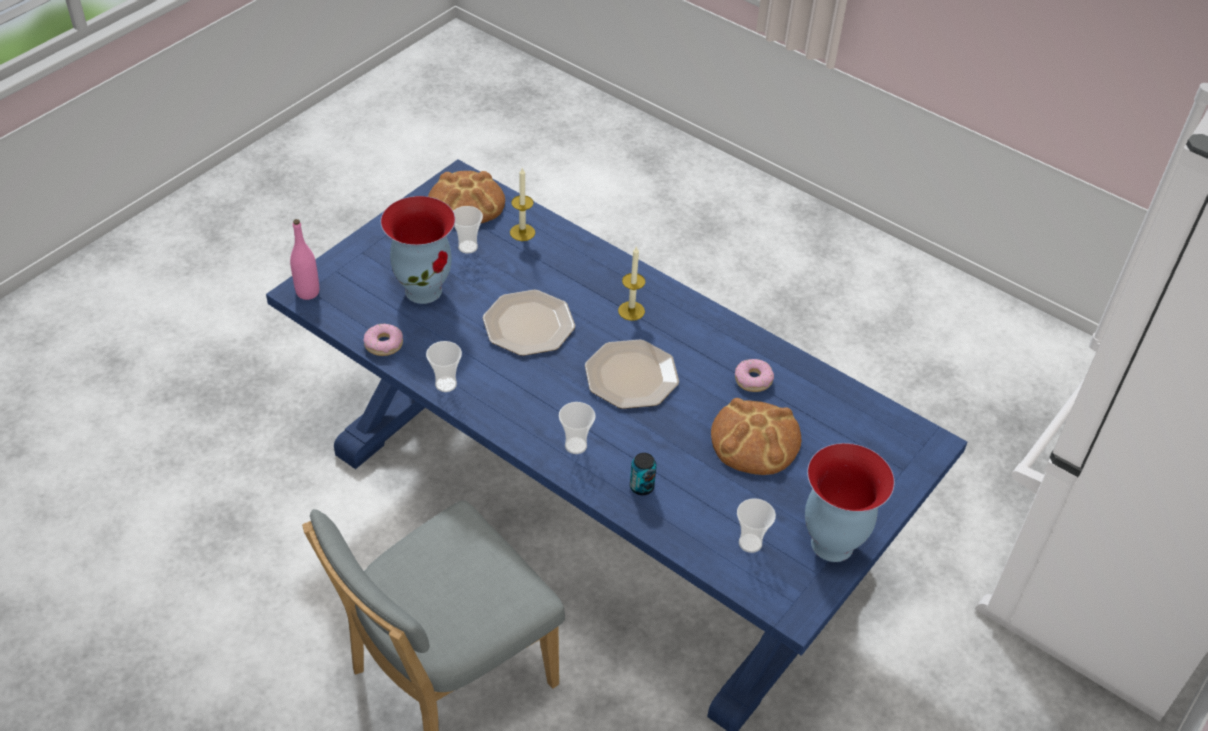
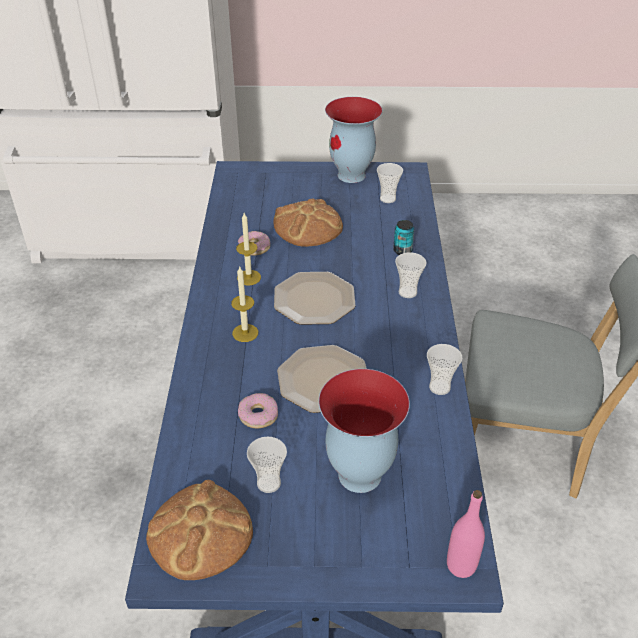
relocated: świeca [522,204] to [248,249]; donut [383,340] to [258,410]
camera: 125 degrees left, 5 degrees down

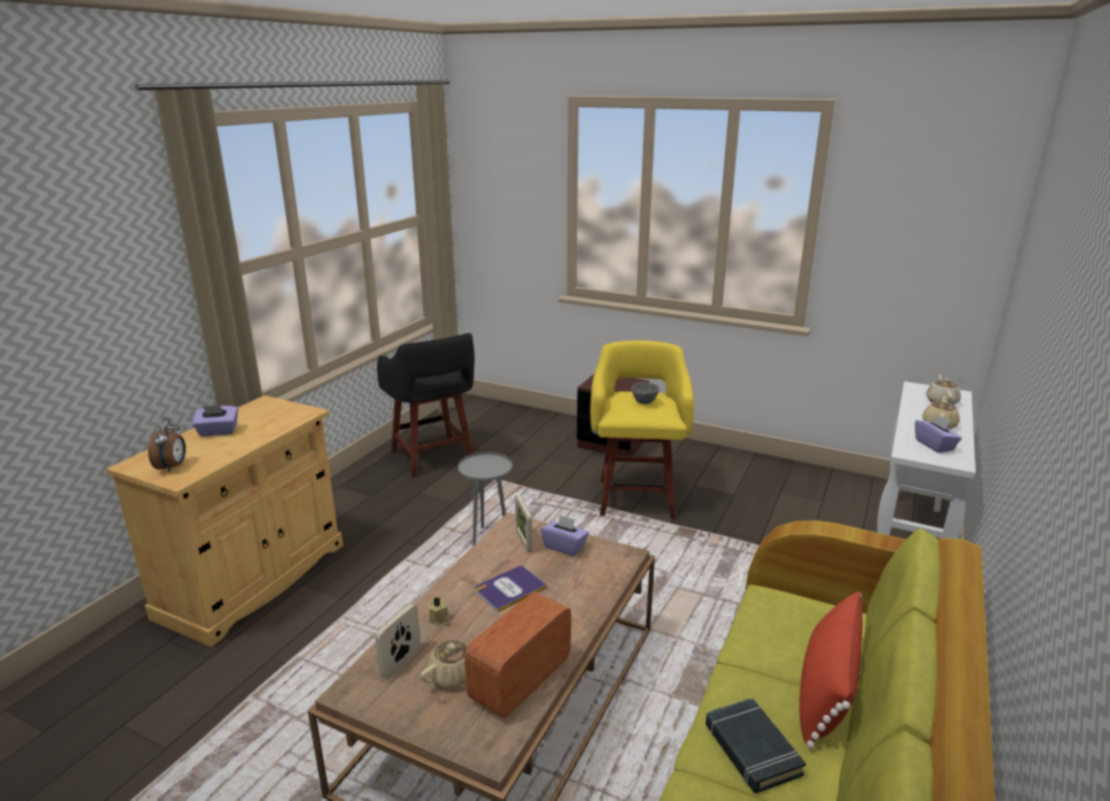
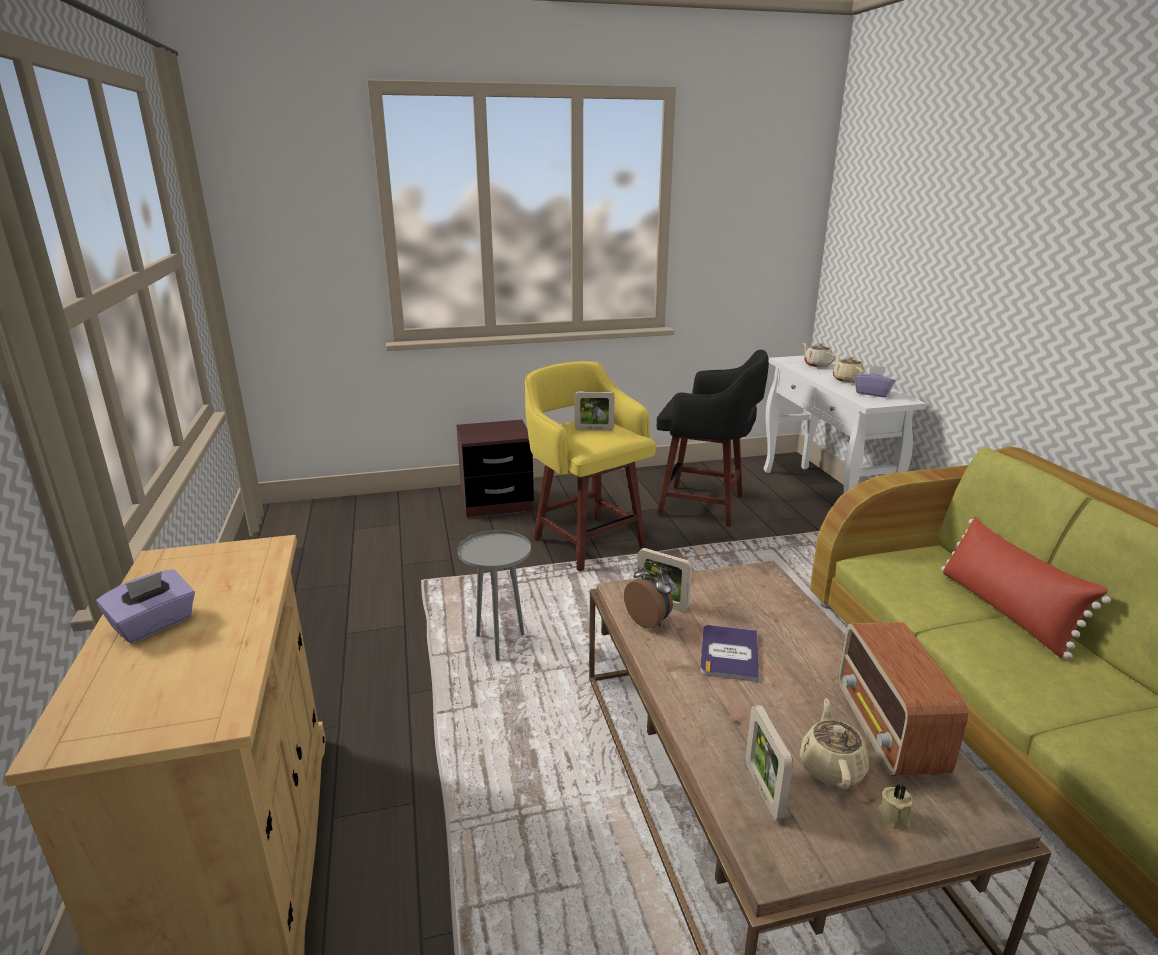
missing: pudełko chusteczek [fioletowy] [565,535]; książka [czarny] [755,746]
relocated: budzik [167,445] to [648,595]; stołek [czarny] [425,405] to [713,438]; świeca [beżowy] [439,611] to [895,806]
exchanged: miska [szary] [645,393] to ramka na zdjęcie [595,411]
camera: 40 degrees left, 0 degrees up

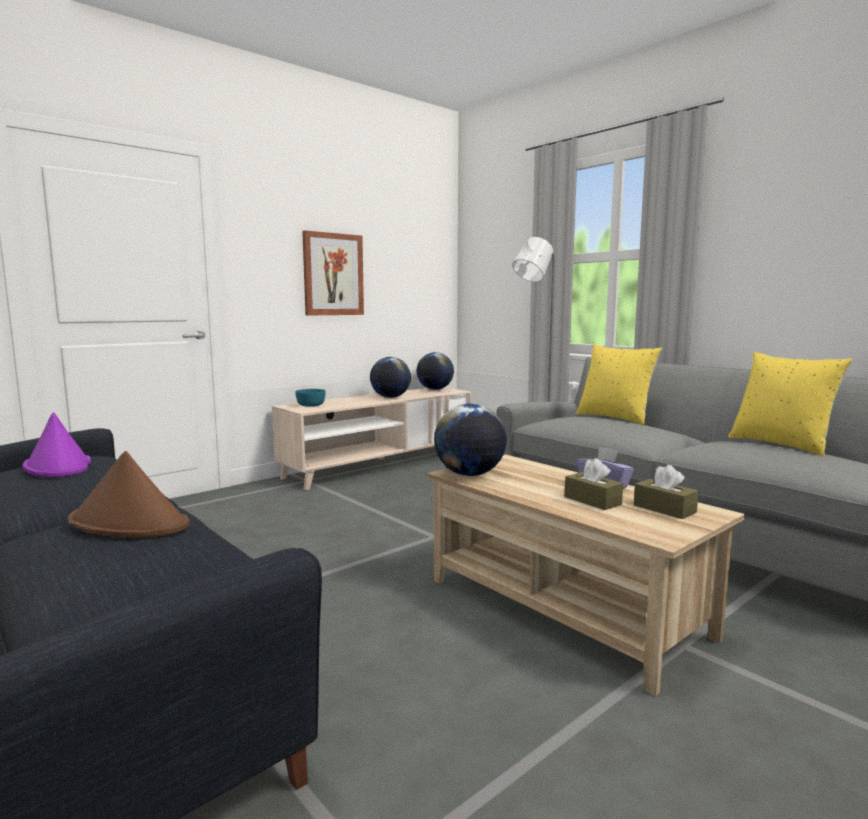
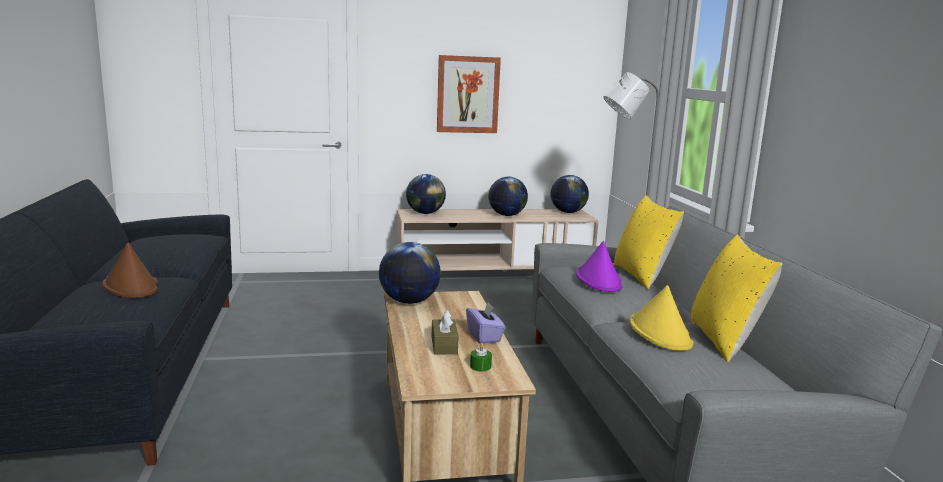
appeared: kapelusz [żółty] [662,318]
relocated: kapelusz [fioletowy] [57,444] to [599,266]
exchanged: miska [turkusowy] [310,398] to globus [426,194]; pudełko chusteczek [brązowy] [666,492] to świeca [zielony] [481,357]
camera: 30 degrees right, 5 degrees up

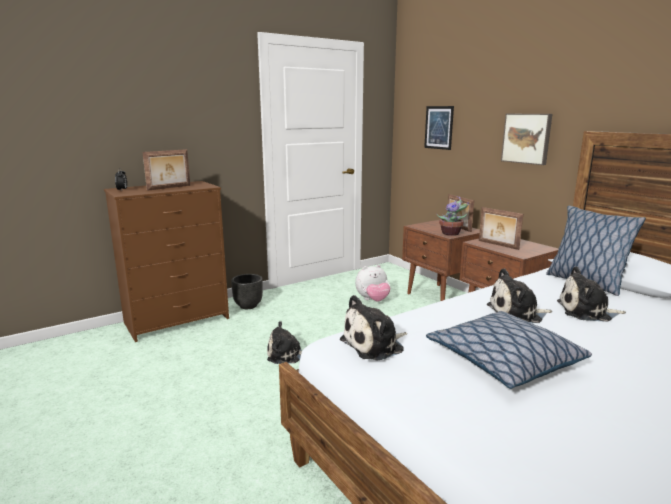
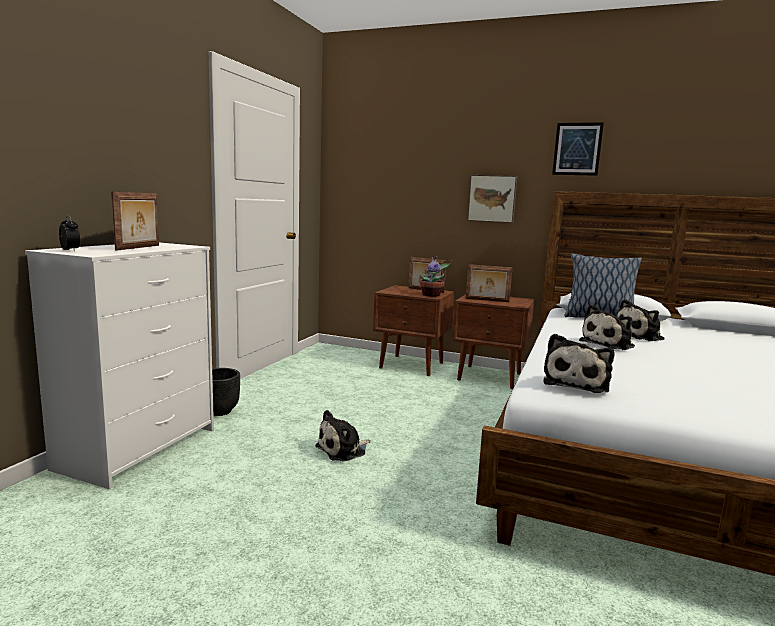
missing: pluszak [372,283]; poduszka [509,350]
relocated: obraz [439,128] to [578,149]
colour: komoda [brązowy] [166,261] to komoda [biały] [119,366]
camera: 35 degrees left, 5 degrees down

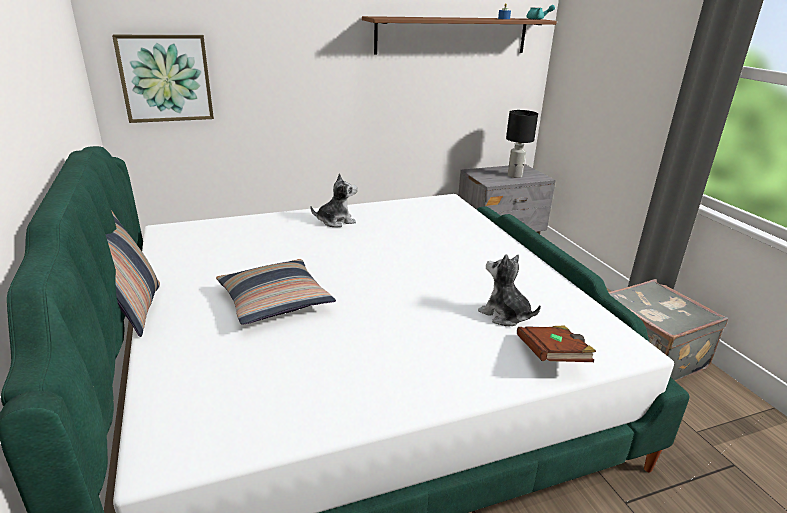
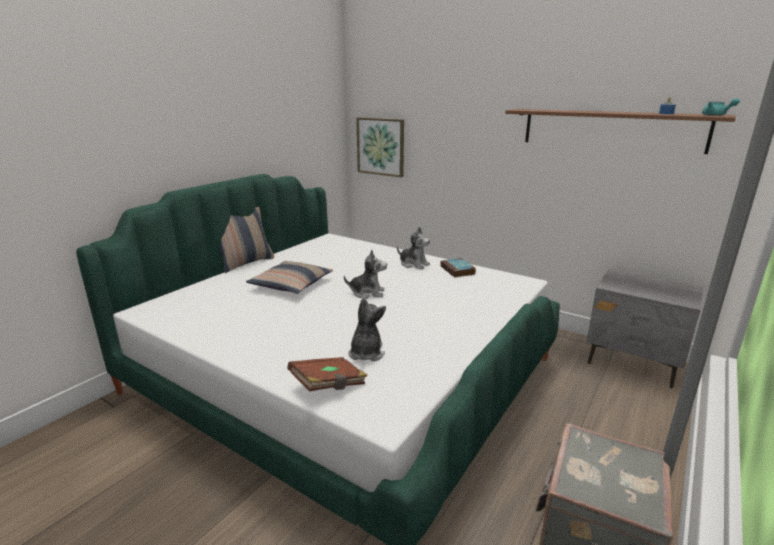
missing: lampa stołowa [czarny] [522,144]
appeared: pluszak [365,274]; książka [458,267]
camera: 55 degrees right, 5 degrees down

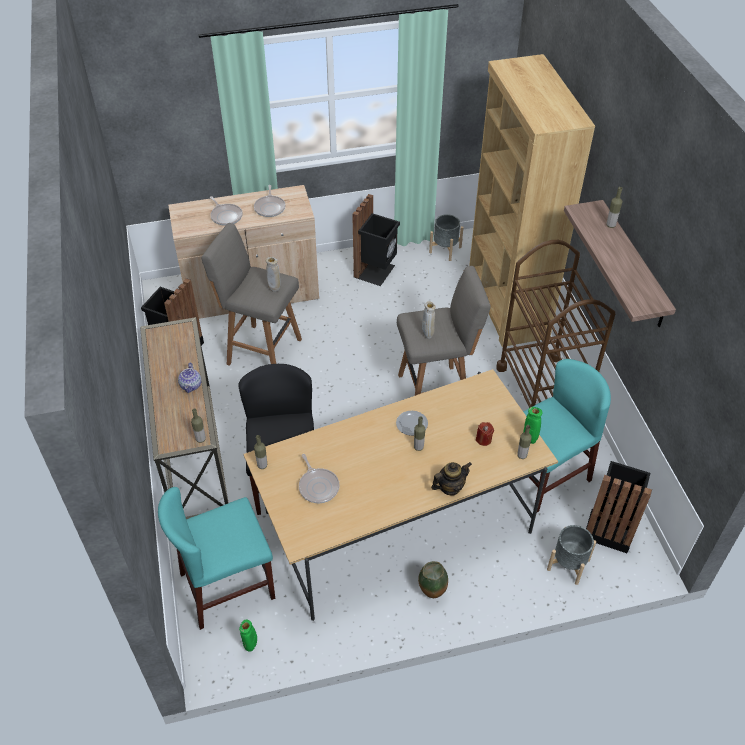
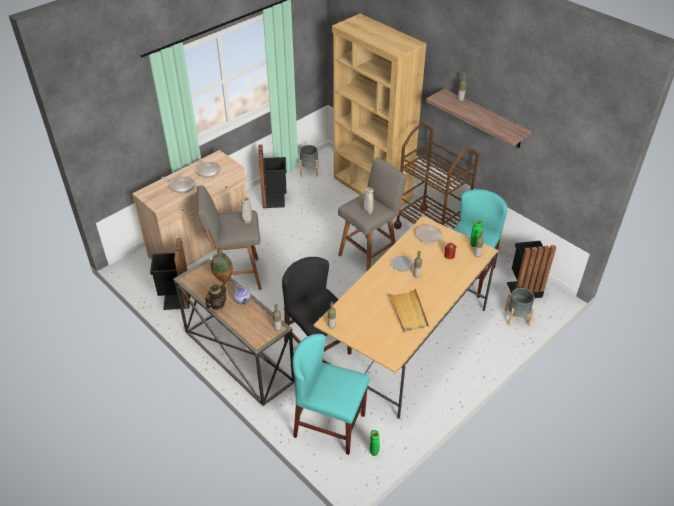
appeared: taca [beżowy] [409,310]
relocated: imbryk [451,479] to [215,296]; wazon [433,579] to [222,268]; patelnia [319,478] to [424,233]
spun: krzesło [turkusowy] [216,558] = [331,394] 75 degrees clockwise
camera: 30 degrees left, 5 degrees down

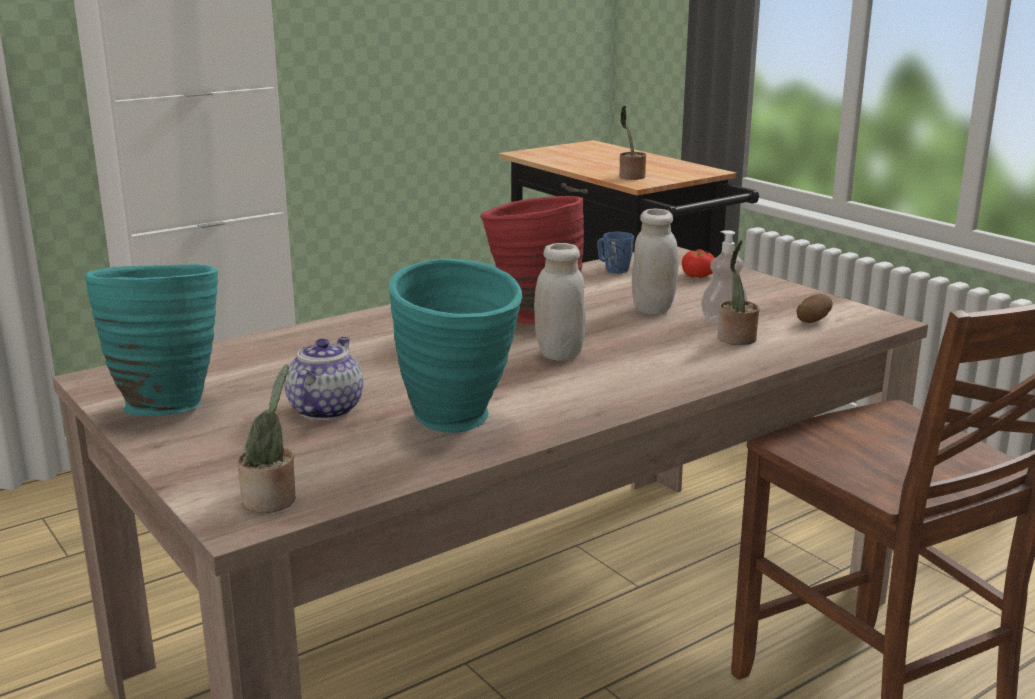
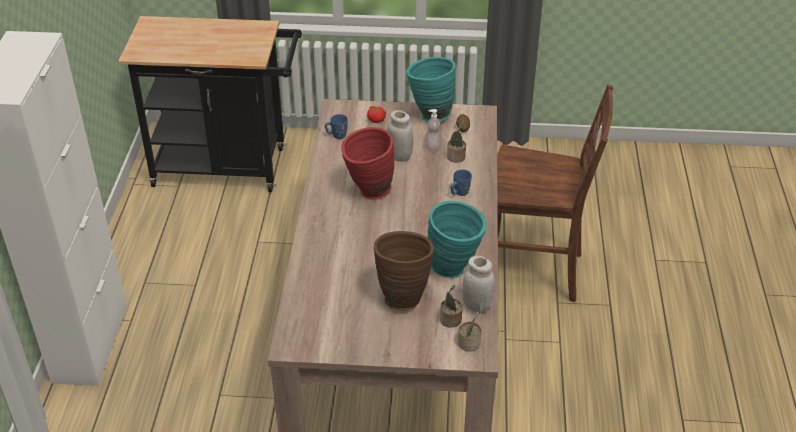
appeared: kubek [niebieski] [461,183]
relocated: wazon [turkusowy] [151,340] to [431,89]; roślina doniczkowa [632,142] to [451,306]; słoik [biały] [560,302] to [478,284]
exchanged: imbryk [324,378] to wazon [brązowy] [404,271]
camera: 50 degrees left, 20 degrees up

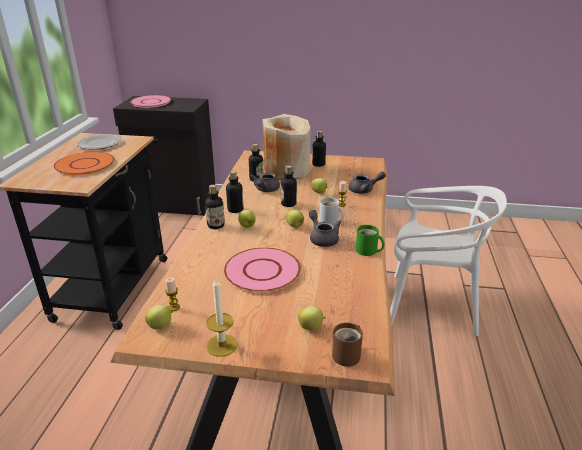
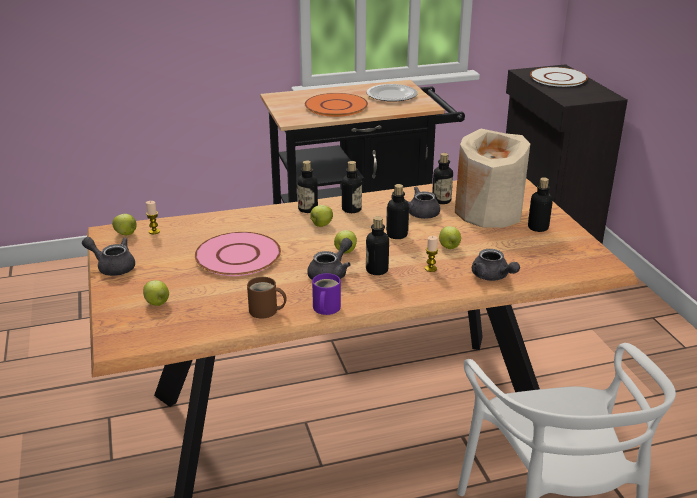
relocated: kubek [brązowy] [347,344] to [267,298]
exchanged: świeca [222,317] to imbryk [szary] [108,256]; kubek [biały] [331,211] to butelka [377,245]
colour: kubek [zielony] [370,240] to kubek [fioletowy] [326,294]; talerz [różowy] [150,101] to talerz [biały] [559,77]
camera: 65 degrees right, 0 degrees up

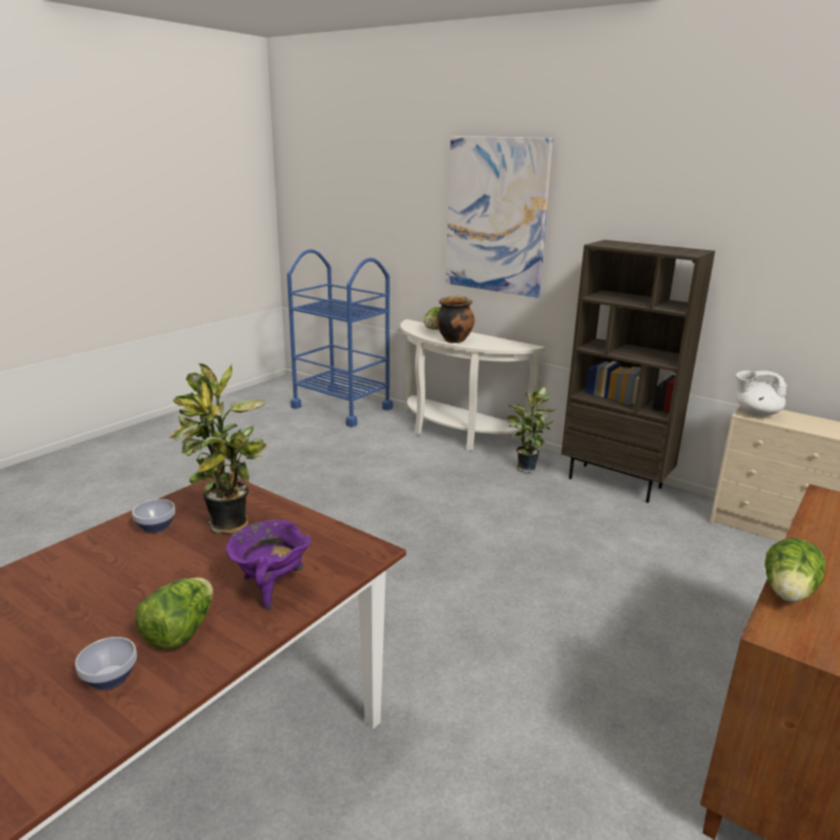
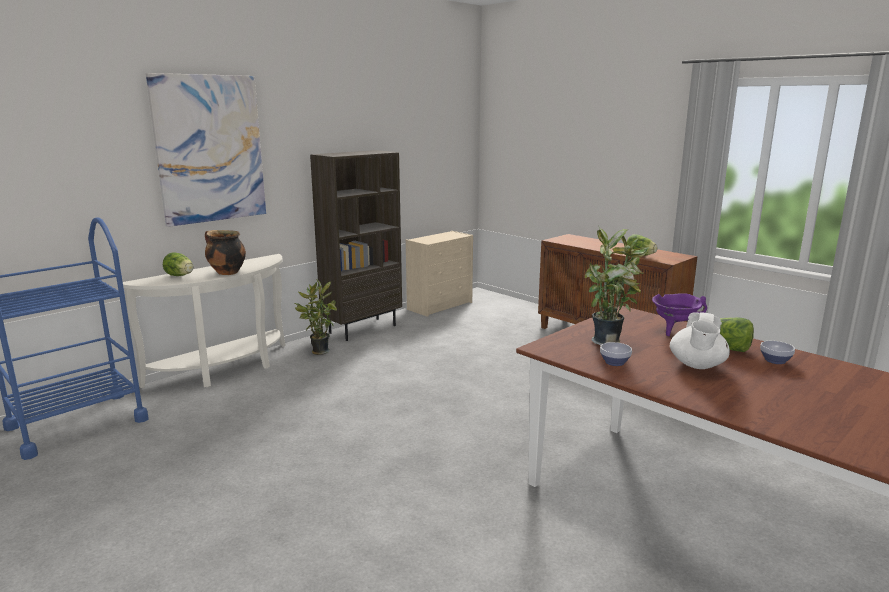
relocated: imbryk [biały] [761,394] to [700,340]
camera: 80 degrees left, 5 degrees down

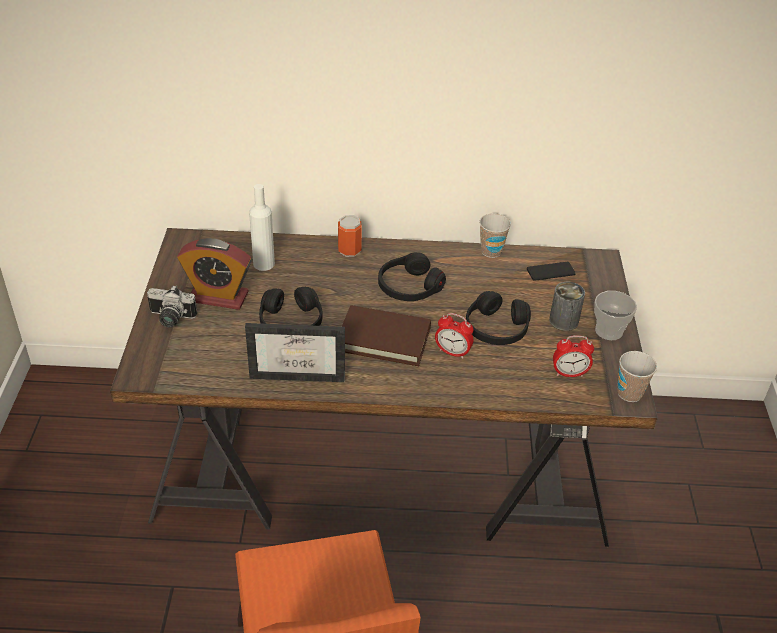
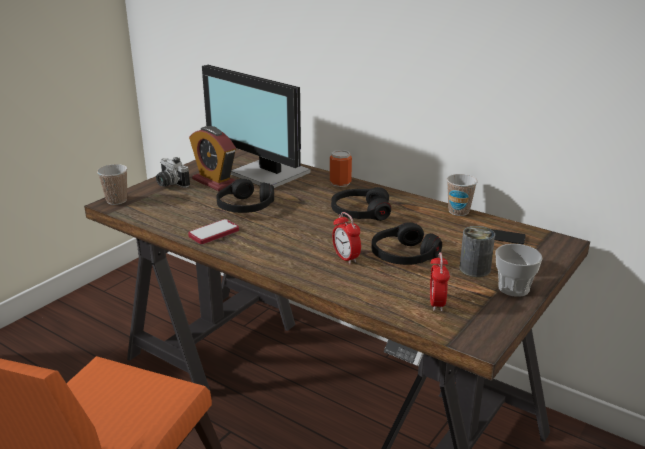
missing: książka [brązowy] [386,335]
relocated: filiżanka [637,376] to [112,184]
exchanged: ramka na zdjęcie [295,352] to telefon [213,231]; butelka [biały] [262,227] to monitor [256,126]
spun: budzik [573,356] = [440,281] 60 degrees clockwise
camera: 35 degrees right, 15 degrees down

